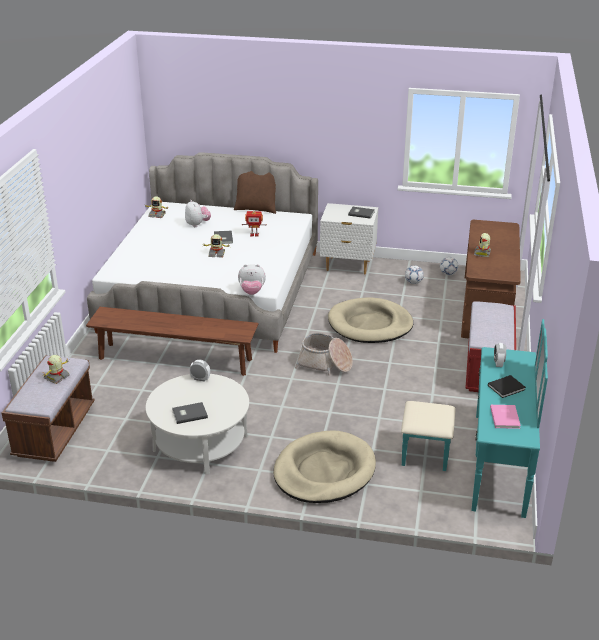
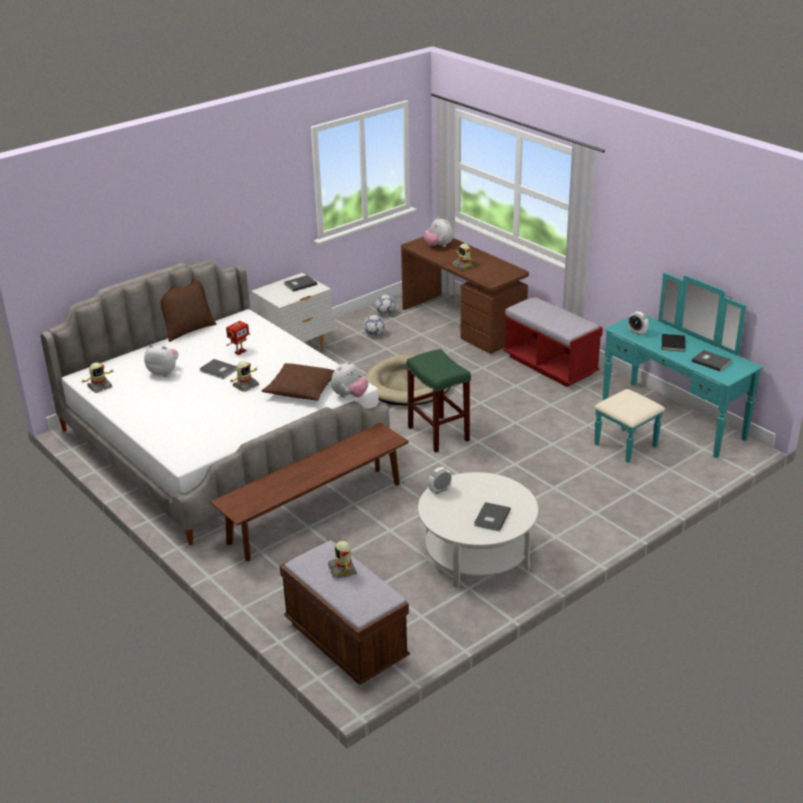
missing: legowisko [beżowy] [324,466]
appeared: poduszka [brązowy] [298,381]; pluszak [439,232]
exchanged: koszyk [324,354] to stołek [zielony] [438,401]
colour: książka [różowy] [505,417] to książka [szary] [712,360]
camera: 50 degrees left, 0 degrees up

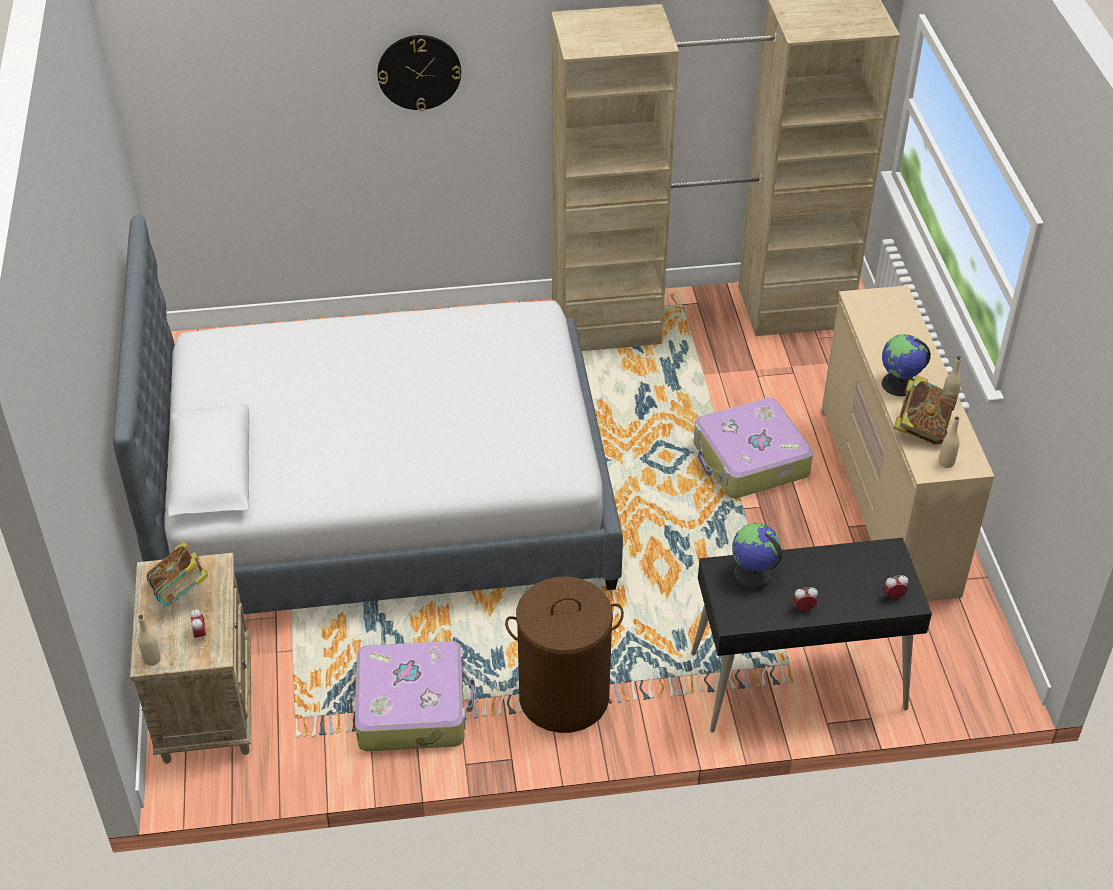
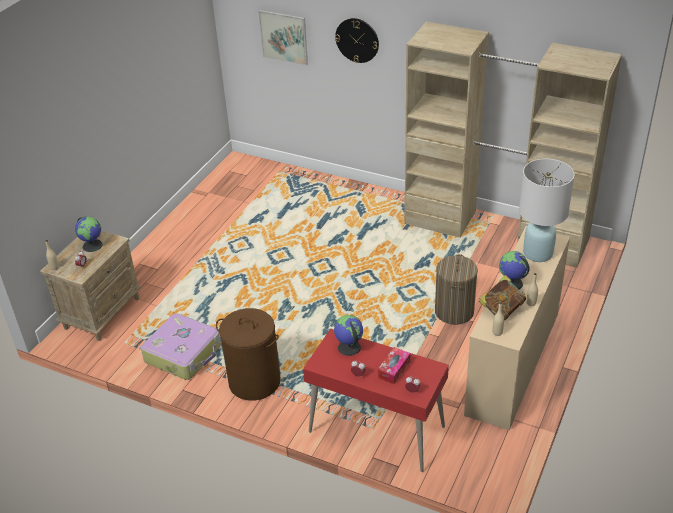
missing: łóżko [368,414]
appeared: obraz [283,38]; pudełko chusteczek [394,365]; lampa stołowa [biały] [546,210]
exchanged: książka [177,573] to globus [89,234]; walizka [753,448] to kosz na pranie [456,289]
colour: biurko [czarny] [811,635] to biurko [czerwony] [376,400]
camera: 35 degrees right, 5 degrees down

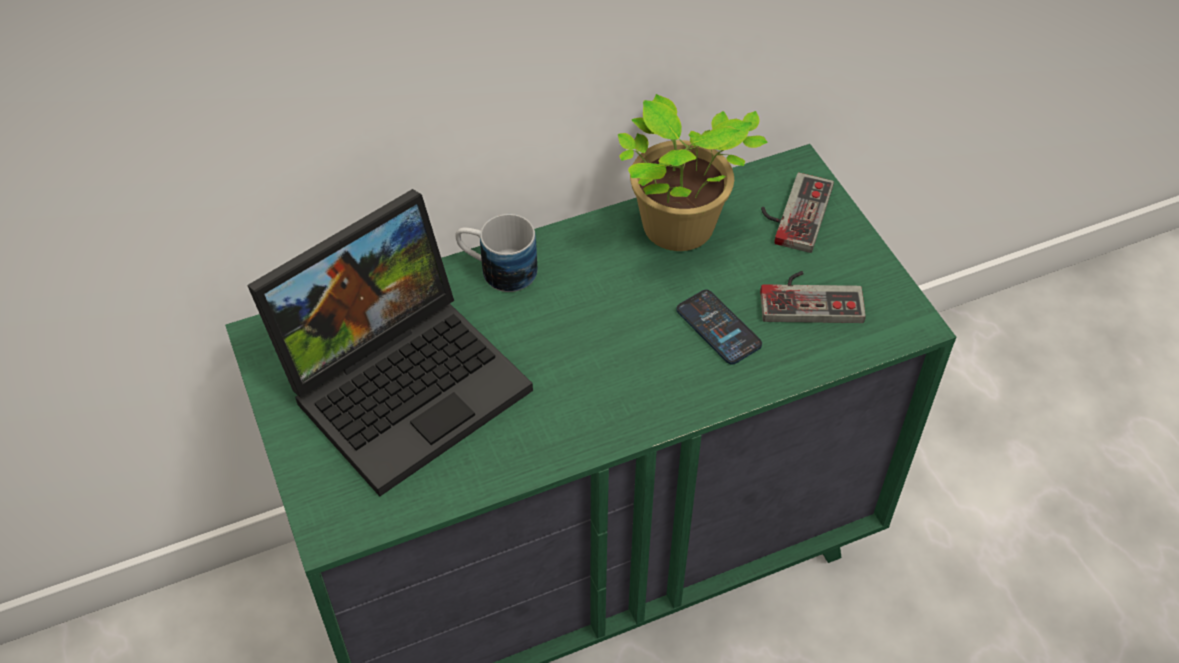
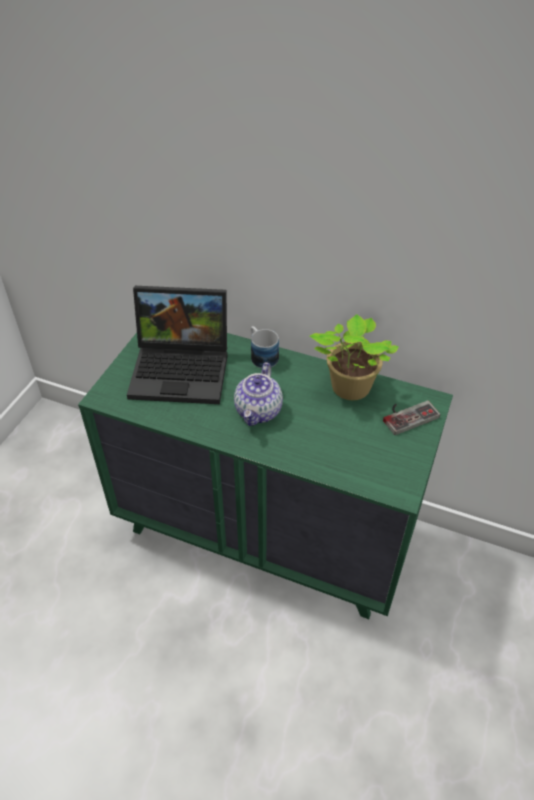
missing: telefon [719,327]; pad do gier [813,297]
appeared: imbryk [258,394]
camera: 45 degrees right, 5 degrees down

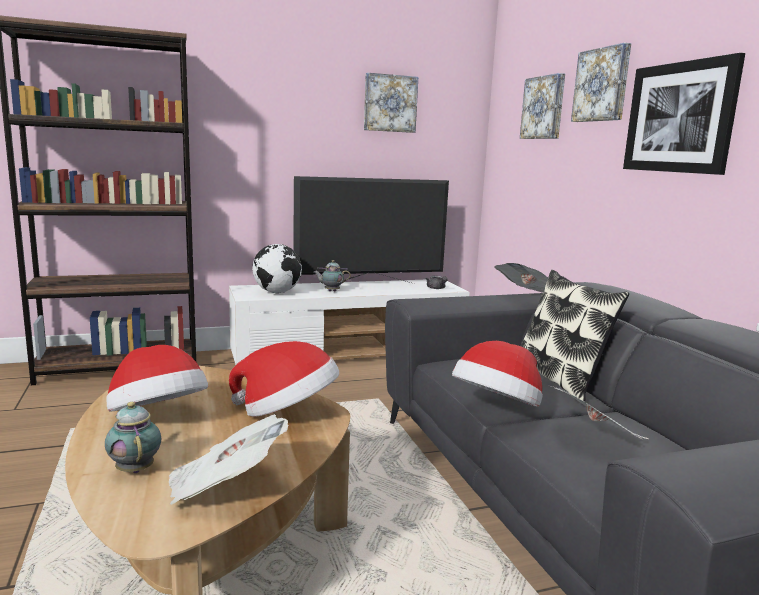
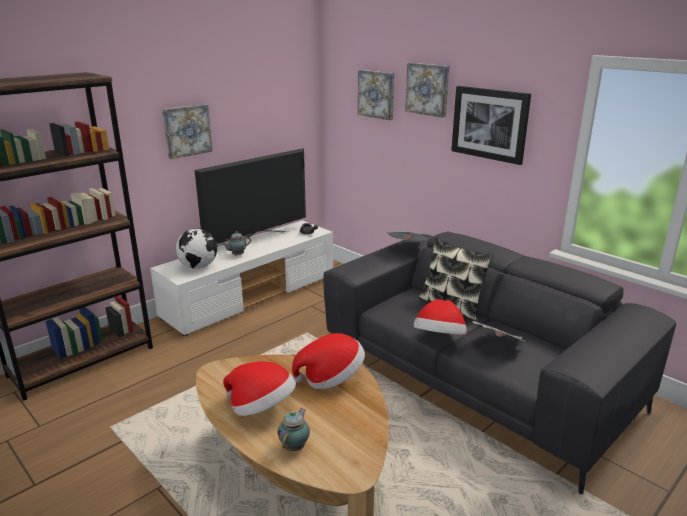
missing: gazeta [228,459]
relocated: obraz [391,103] to [187,131]
spun: imbryk [133,437] = [293,429] 75 degrees clockwise
camera: 25 degrees left, 10 degrees up

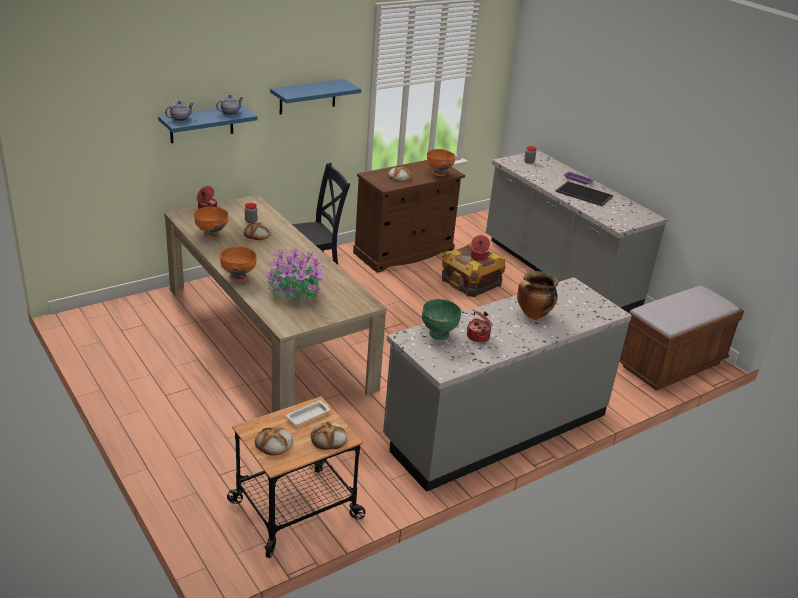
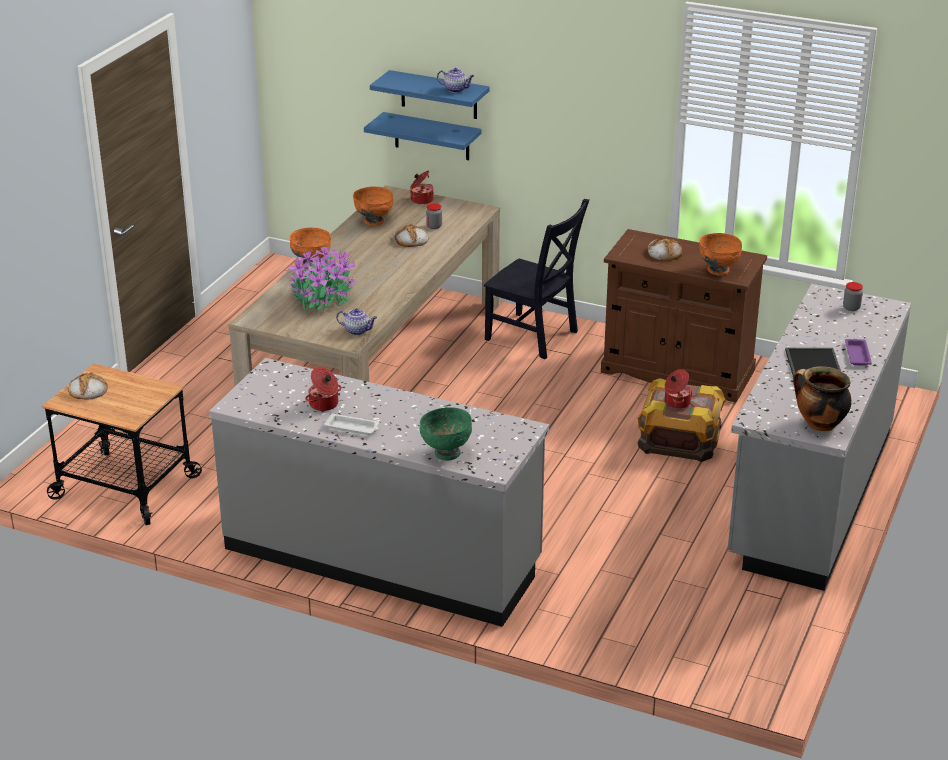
missing: chleb [328,435]; ławka [brązowy] [681,338]
relocated: taca [biały] [307,413] to [351,424]; imbryk [179,111] to [356,321]; półka [niebieski] [315,97] to [423,136]; miska [zielony] [441,319] to [446,434]; garnek [537,295] to [822,398]
camera: 60 degrees right, 0 degrees up

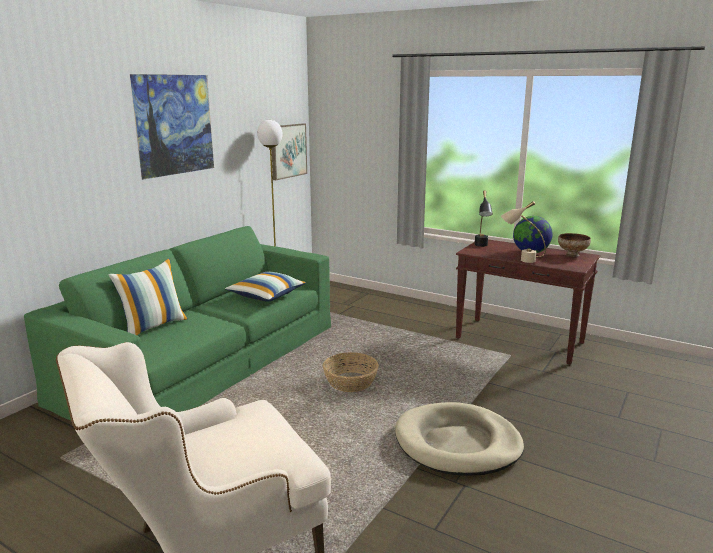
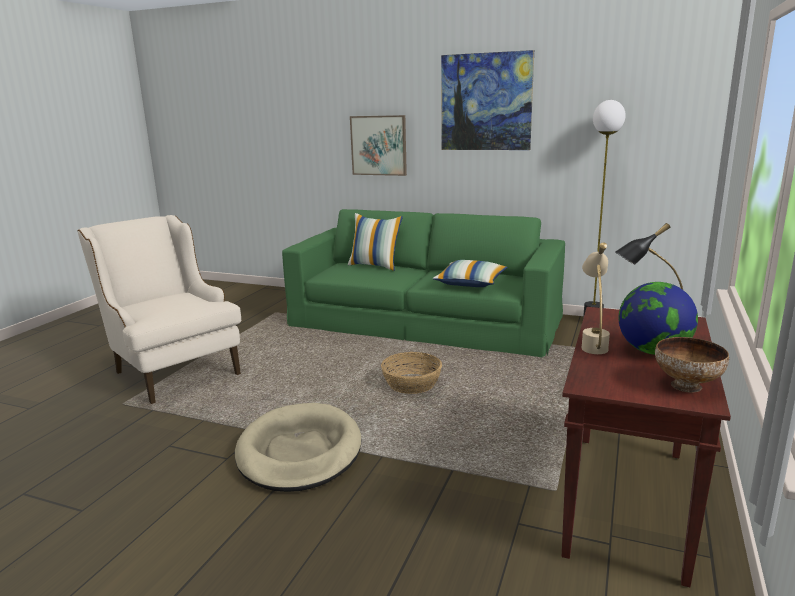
relocated: obraz [289,151] to [378,145]
camera: 80 degrees right, 0 degrees up

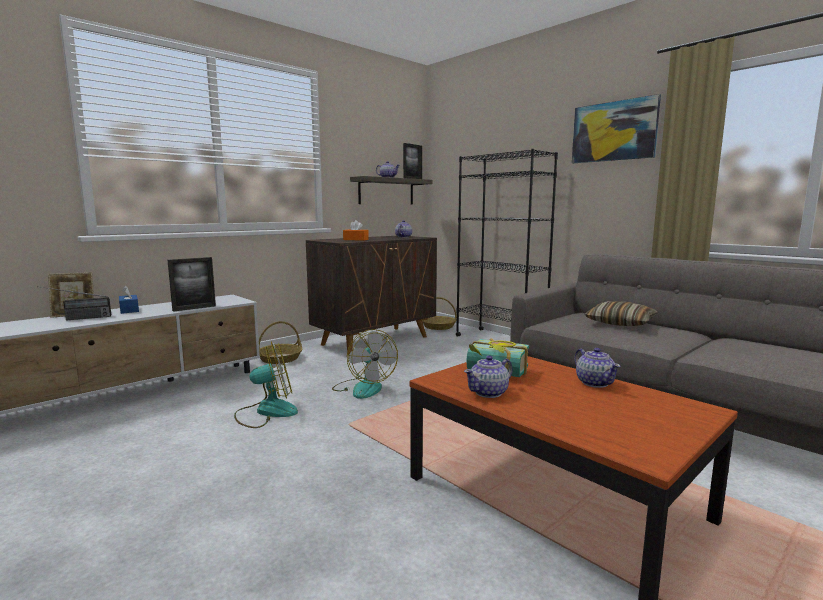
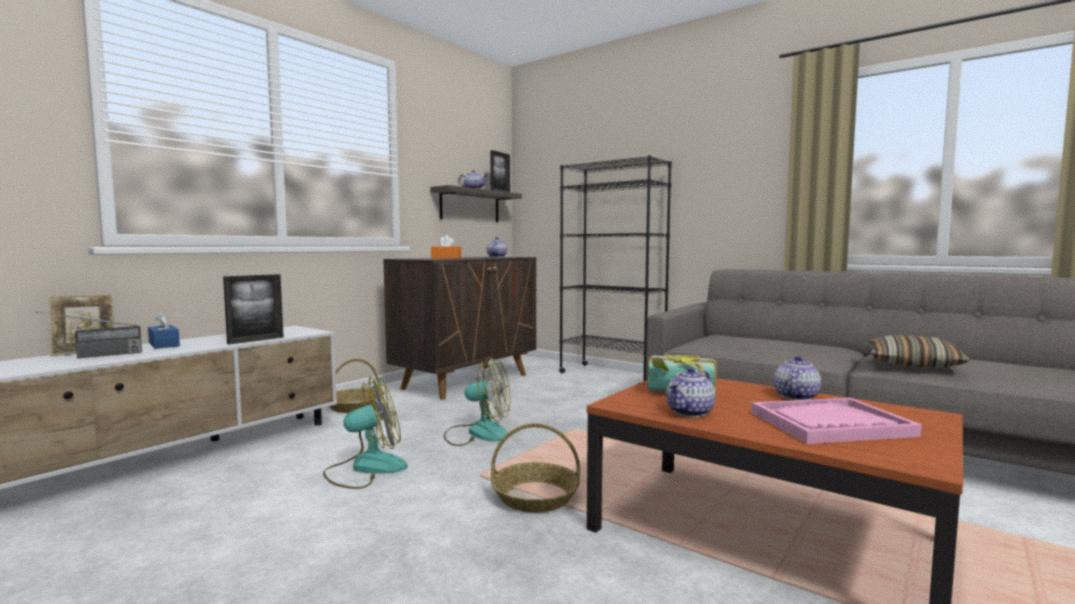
missing: obraz [616,128]
appeared: taca [różowy] [836,421]
relocated: koszyk [439,313] to [535,468]; poduszka [621,313] to [916,351]
spun: wentylator [365,364] = [477,401] 45 degrees counterclockwise; imbryk [598,368] = [797,377] 120 degrees counterclockwise
camera: 10 degrees left, 5 degrees down

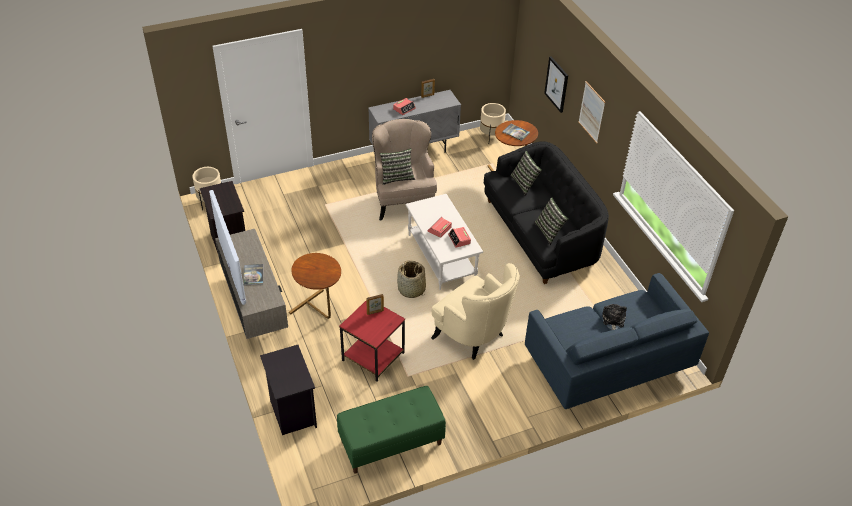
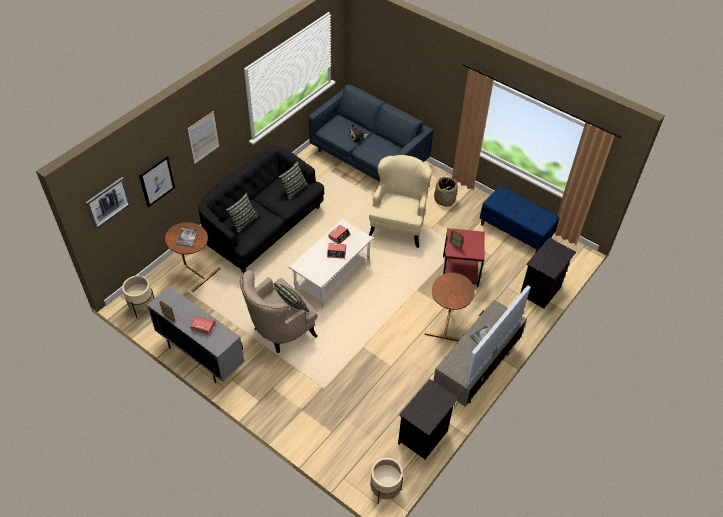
appeared: obraz [108,203]
relocated: koszyk [411,279] to [446,192]
colour: ławka [zielony] [391,430] to ławka [niebieski] [520,219]
camera: 120 degrees left, 5 degrees up

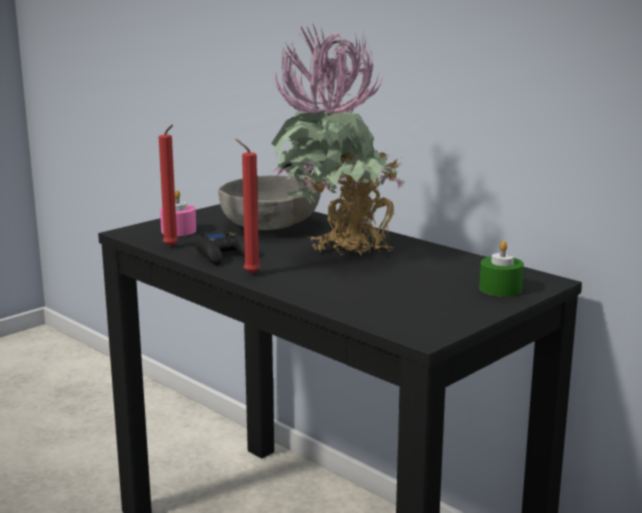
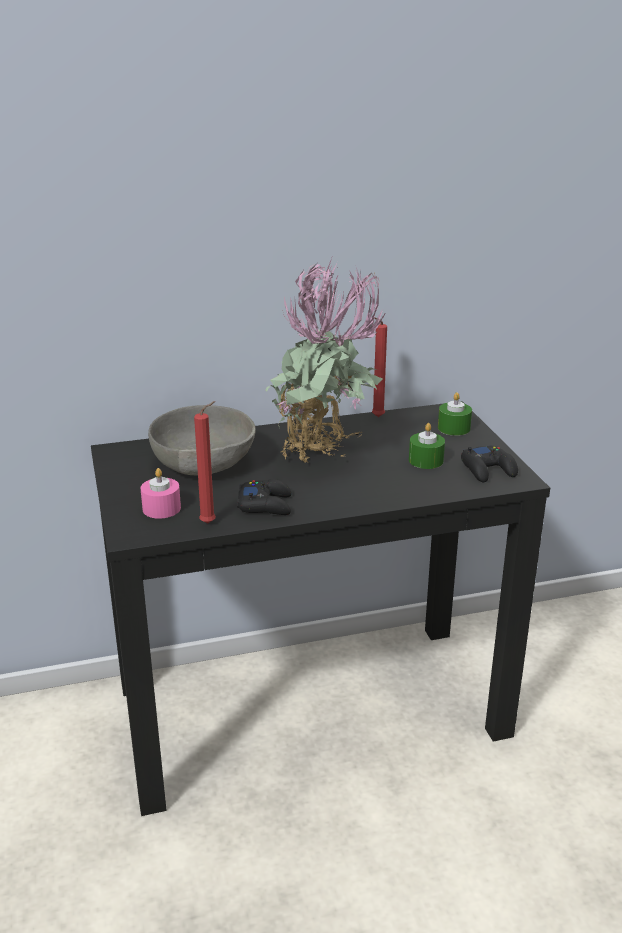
appeared: świeca [zielony] [427,446]; pad do gier [czarny] [489,463]
relocated: świeca [czerwony] [248,206] to [379,367]
camera: 60 degrees left, 10 degrees up

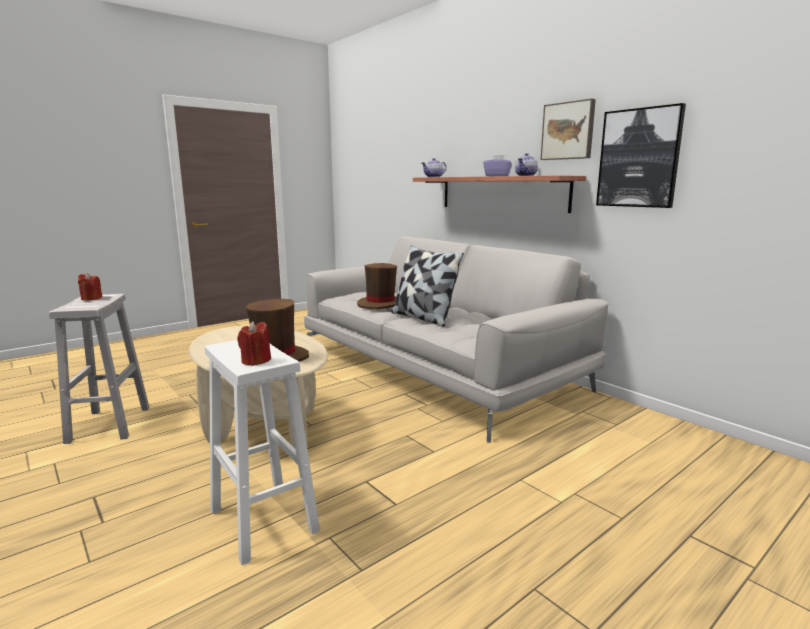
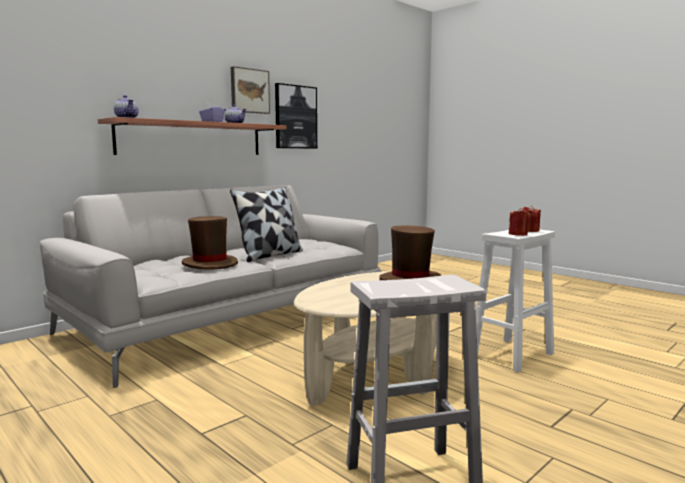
relocated: świeca [czerwony] [90,287] to [519,222]
camera: 95 degrees left, 5 degrees down

